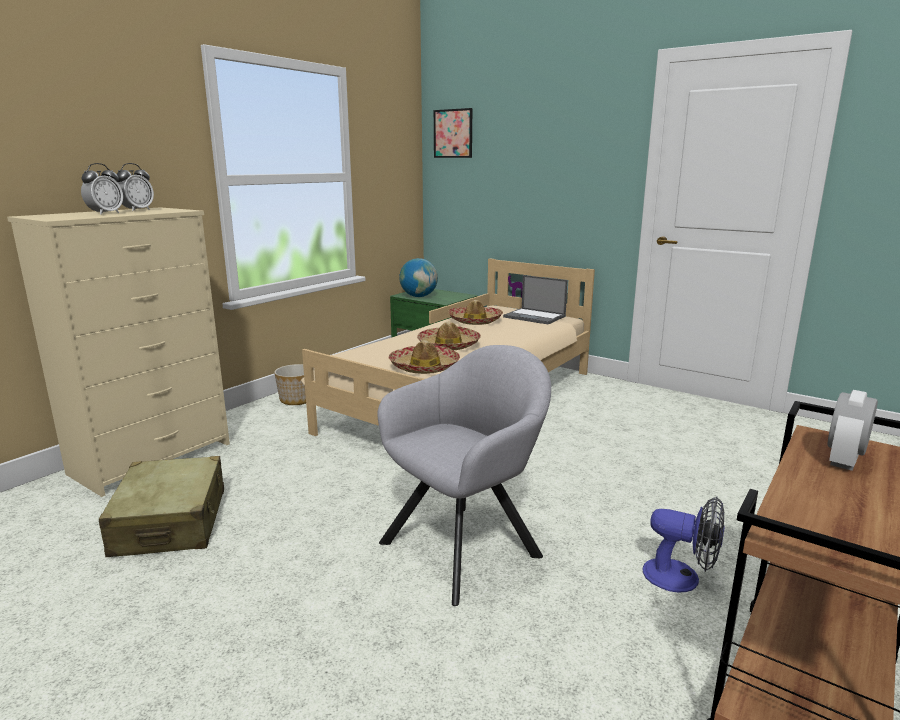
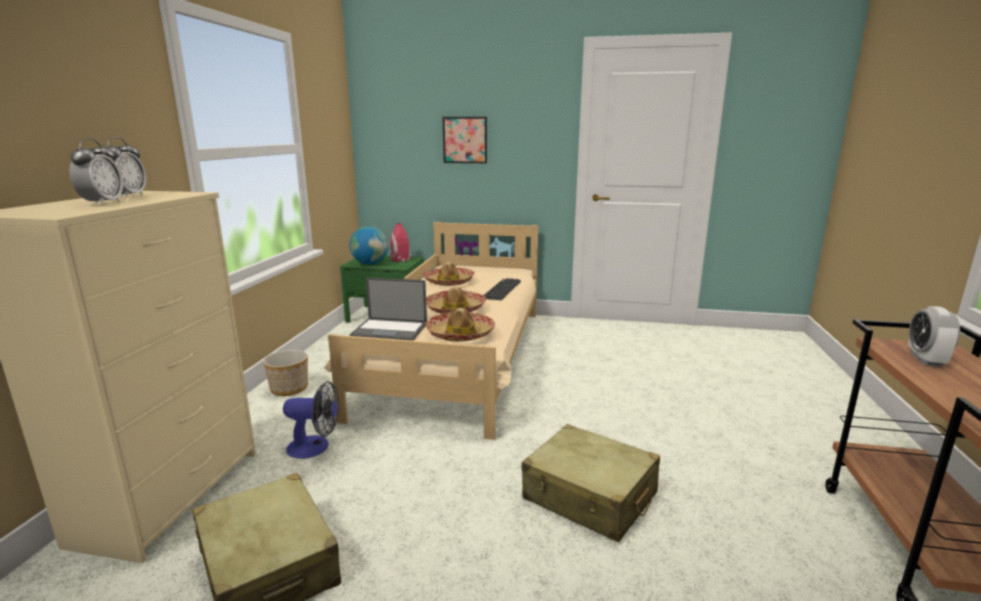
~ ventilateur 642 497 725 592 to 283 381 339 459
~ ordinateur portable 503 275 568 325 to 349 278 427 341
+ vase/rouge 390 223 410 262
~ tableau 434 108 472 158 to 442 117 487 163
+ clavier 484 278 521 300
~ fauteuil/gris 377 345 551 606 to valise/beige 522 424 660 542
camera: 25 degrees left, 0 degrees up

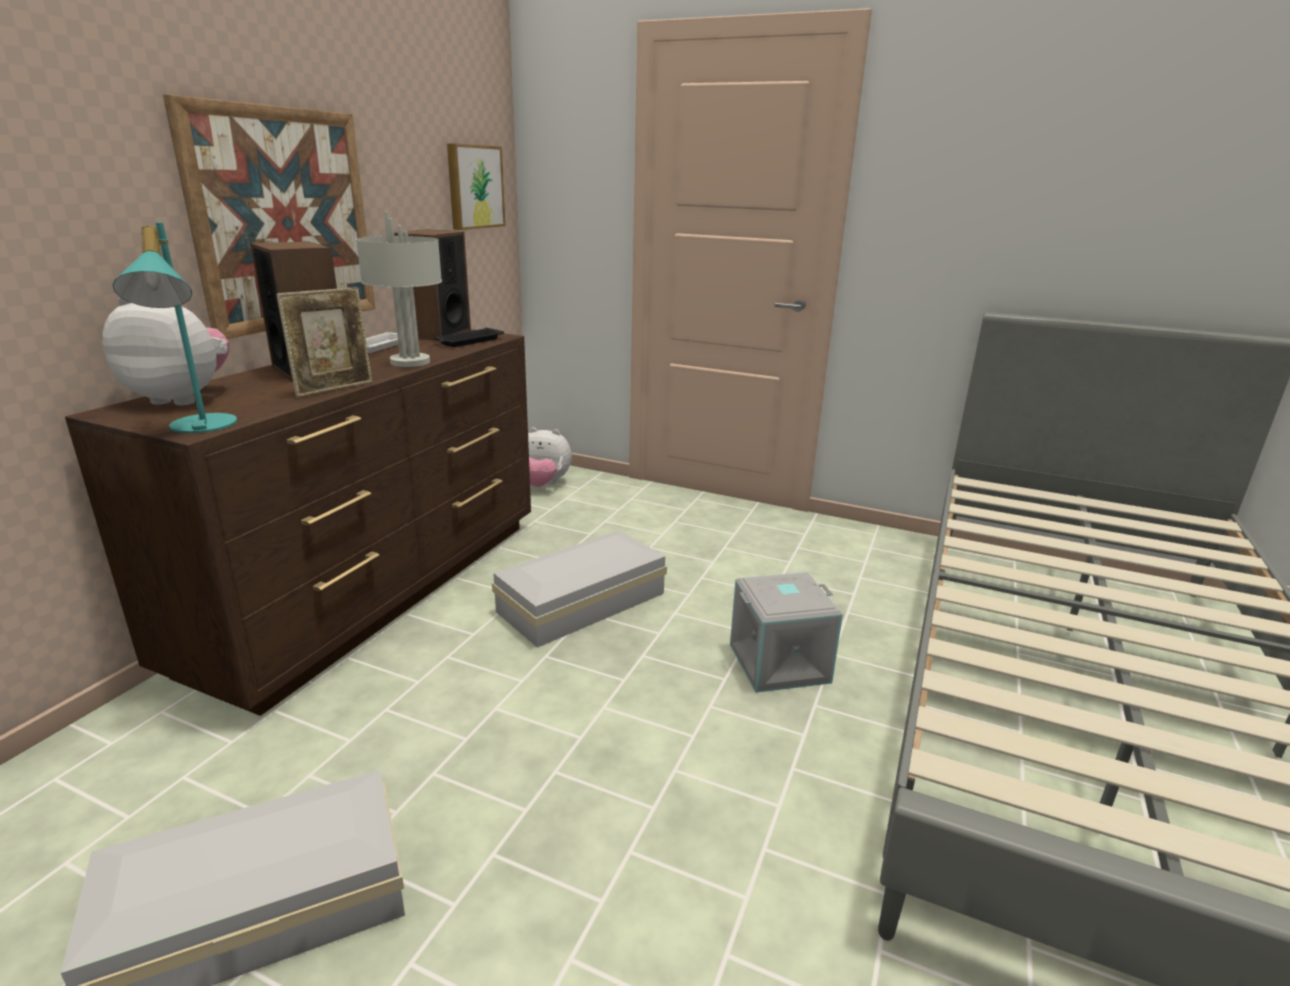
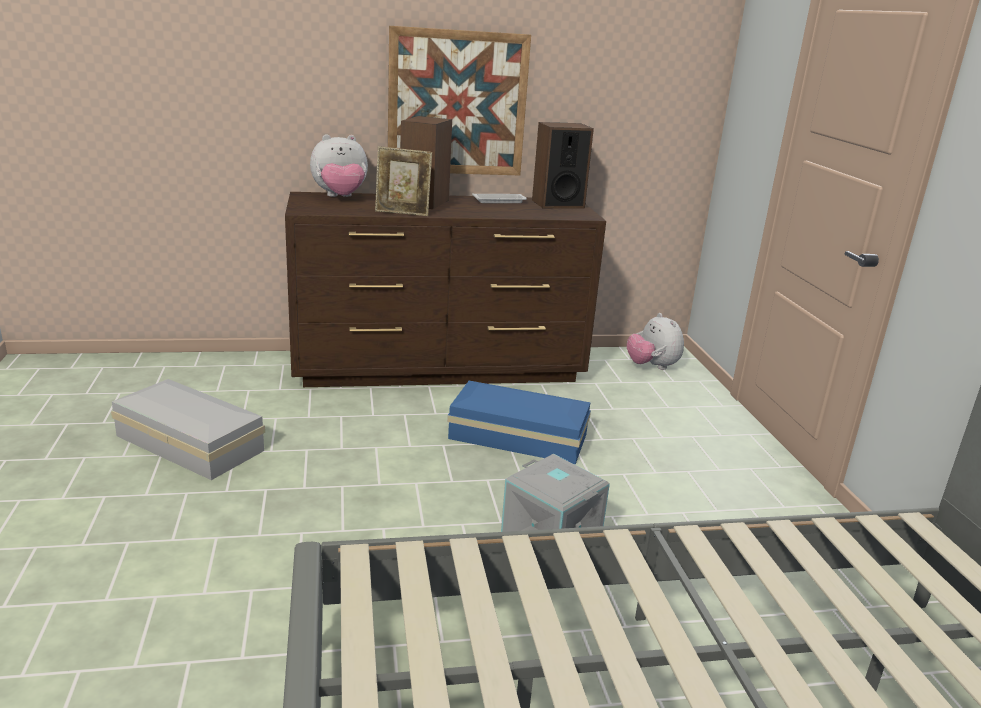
~ peluche 102 297 230 405 = 310 134 368 197 105 degrees clockwise
~ boîte de rangement/blanc 492 530 667 648 to boîte de rangement/bleu 447 381 591 464
- lampe de table/turquoise 112 222 237 433
- lampe de table/gris 356 211 442 367
- plateau/noir 434 328 504 347
- tableau 447 143 505 230
camera: 55 degrees right, 0 degrees up

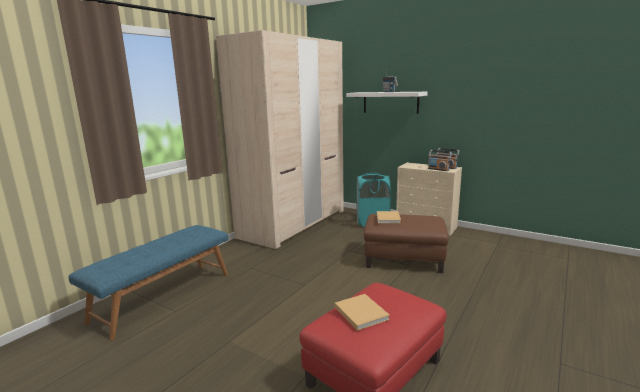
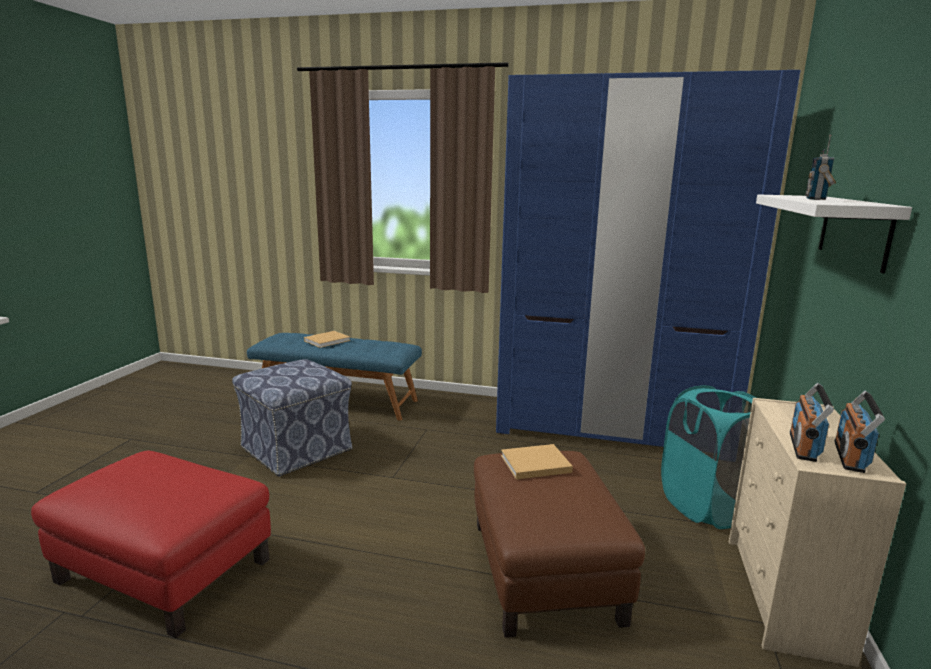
+ pouf 232 359 353 477
~ livre/beige 335 294 390 331 to 304 331 351 348
~ armoire/beige 216 30 344 249 to armoire/bleu 496 70 801 447
camera: 70 degrees right, 0 degrees up

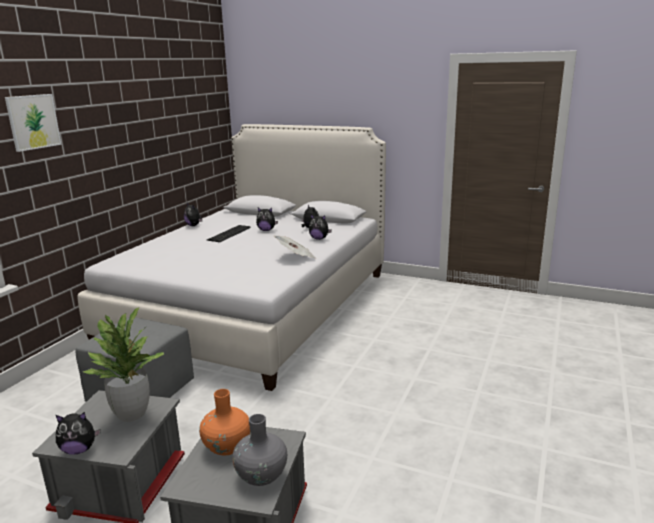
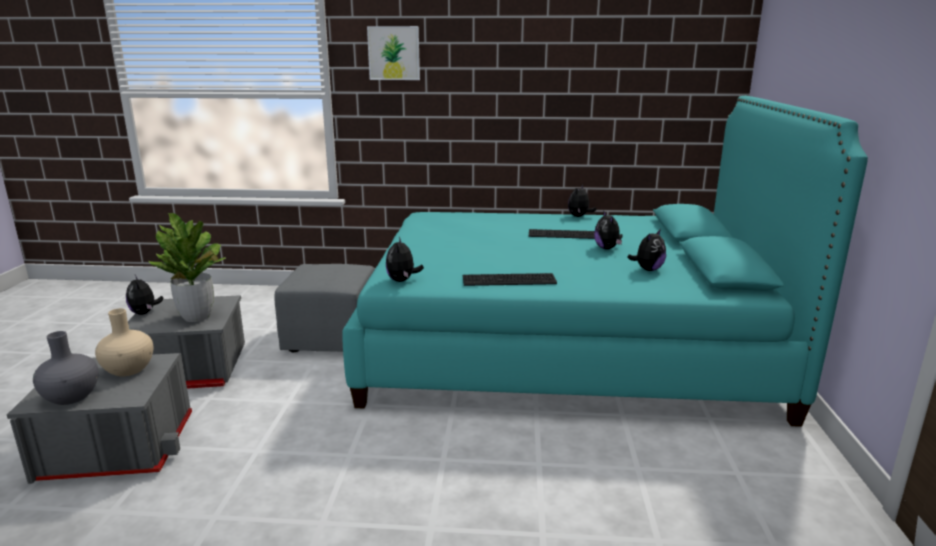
~ vase/orange 199 389 250 456 to vase/beige 95 308 153 377
~ lit/blanc 77 124 386 391 to lit/turquoise 342 96 868 427
~ peluche 309 215 332 240 to 386 237 424 282
~ journal 274 236 316 258 to clavier 463 273 557 286
camera: 70 degrees right, 0 degrees up

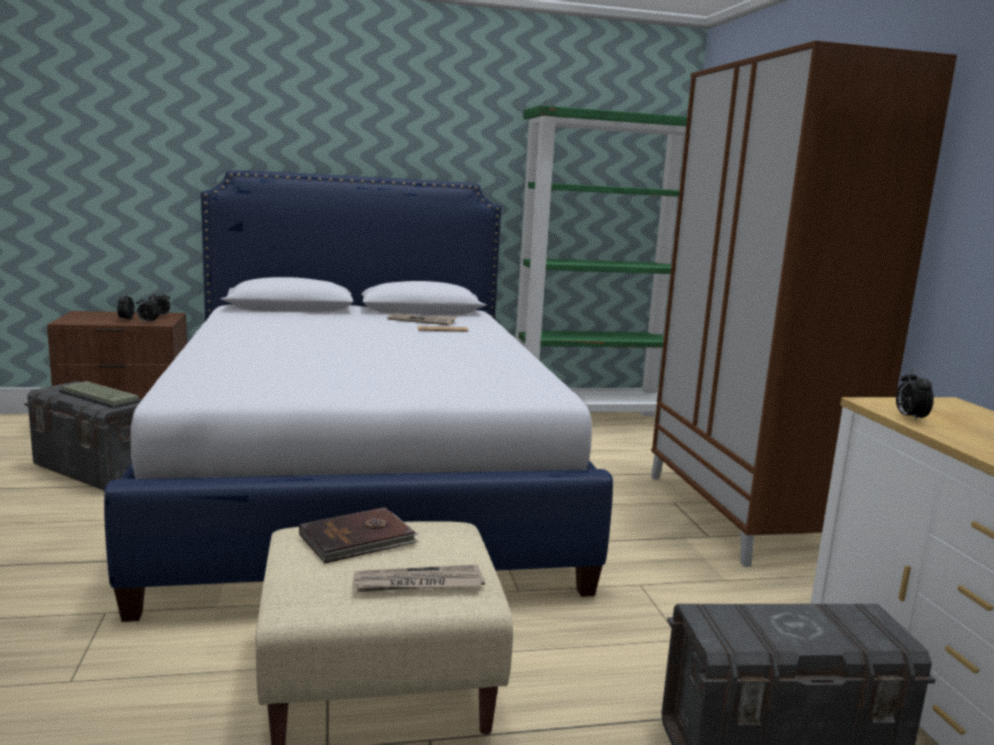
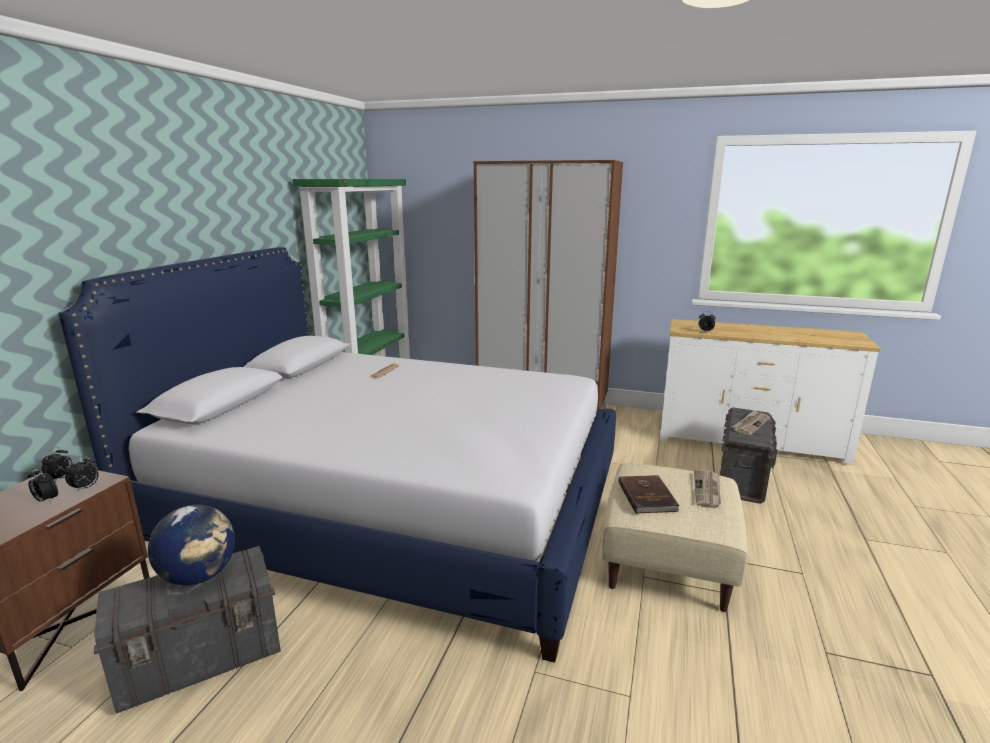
~ clavier 59 381 142 409 to globe 148 505 235 585
~ journal 387 313 458 326 to 732 410 770 435
camera: 60 degrees left, 5 degrees up

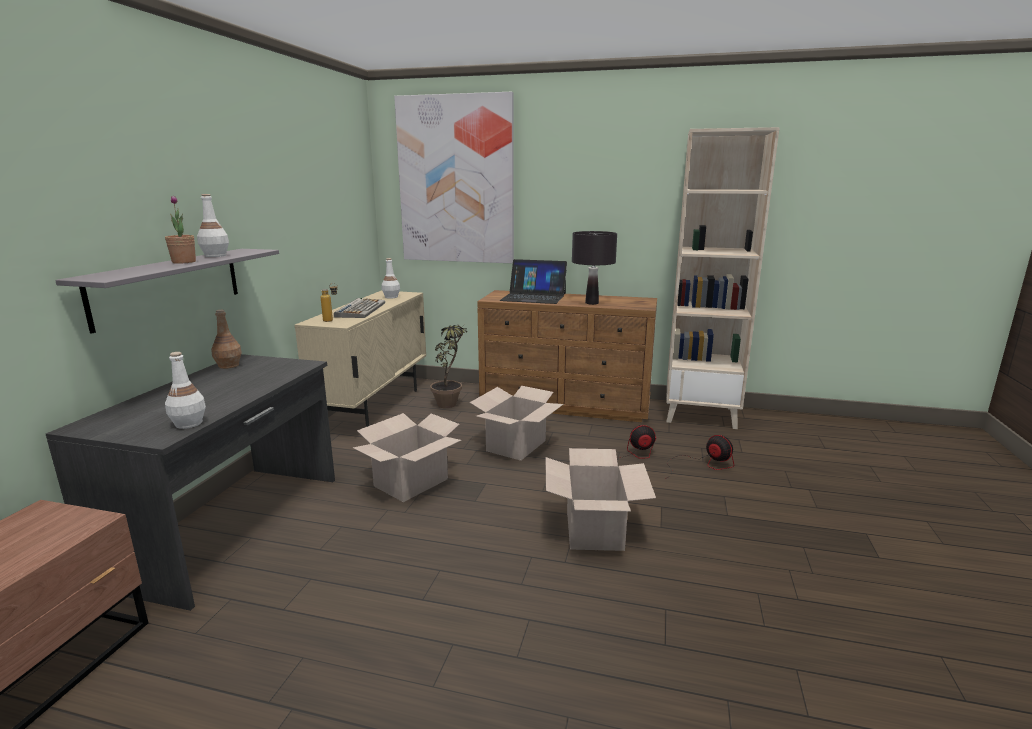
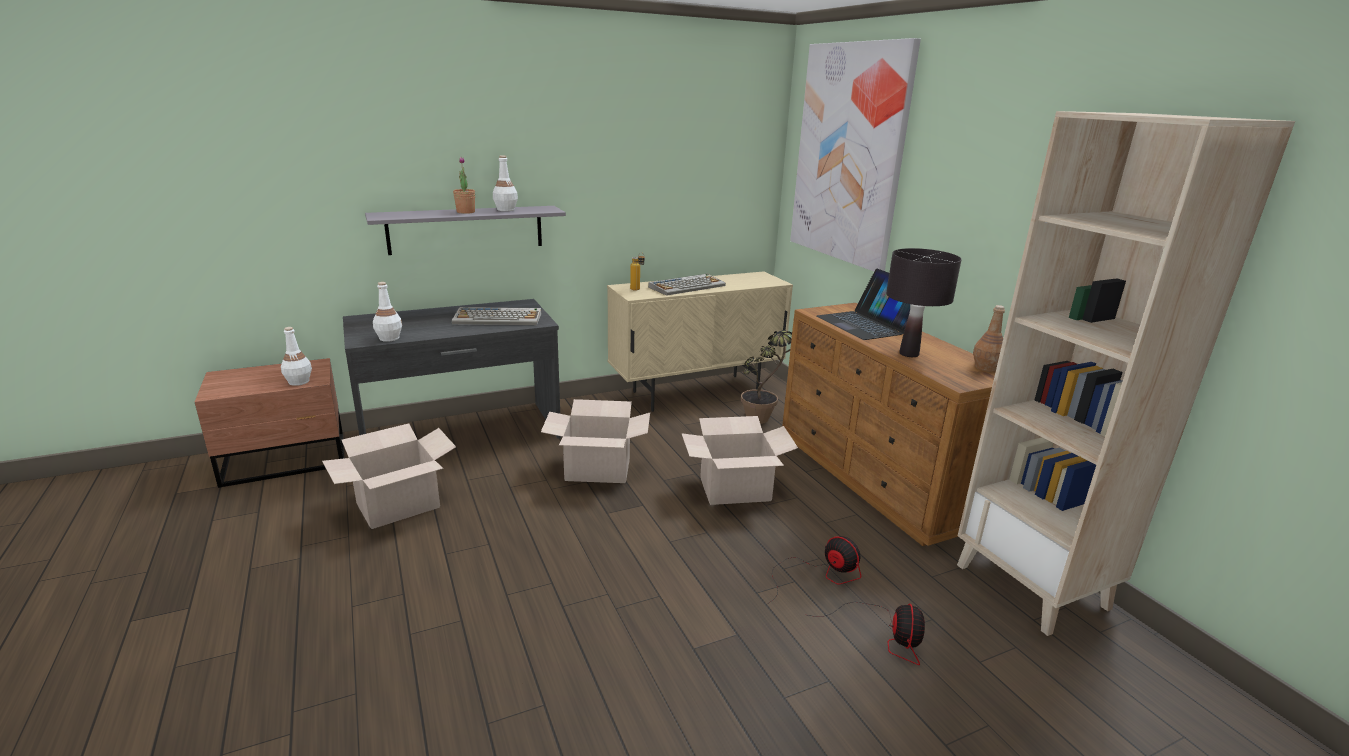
~ bouteille/blanc 382 258 400 299 to 281 327 312 386
~ carton 546 448 656 551 to 322 423 456 529
+ clavier 452 307 542 325
~ bouteille/marron 211 310 242 369 to 973 305 1005 372
camera: 50 degrees right, 5 degrees up

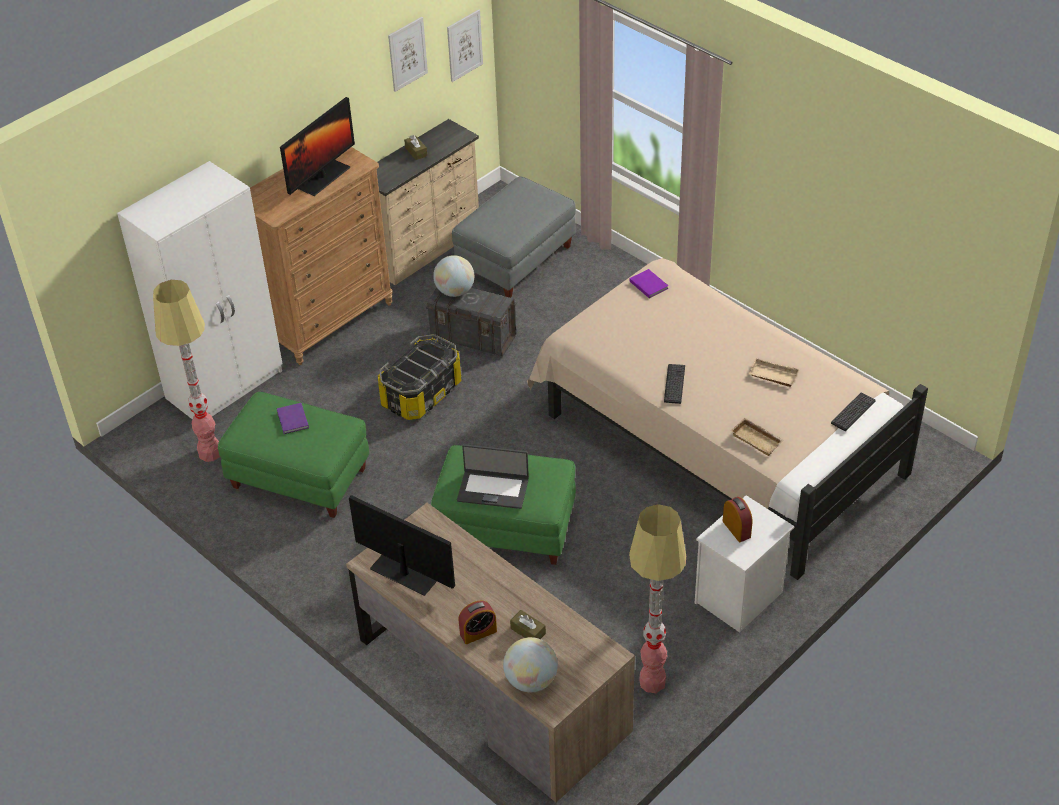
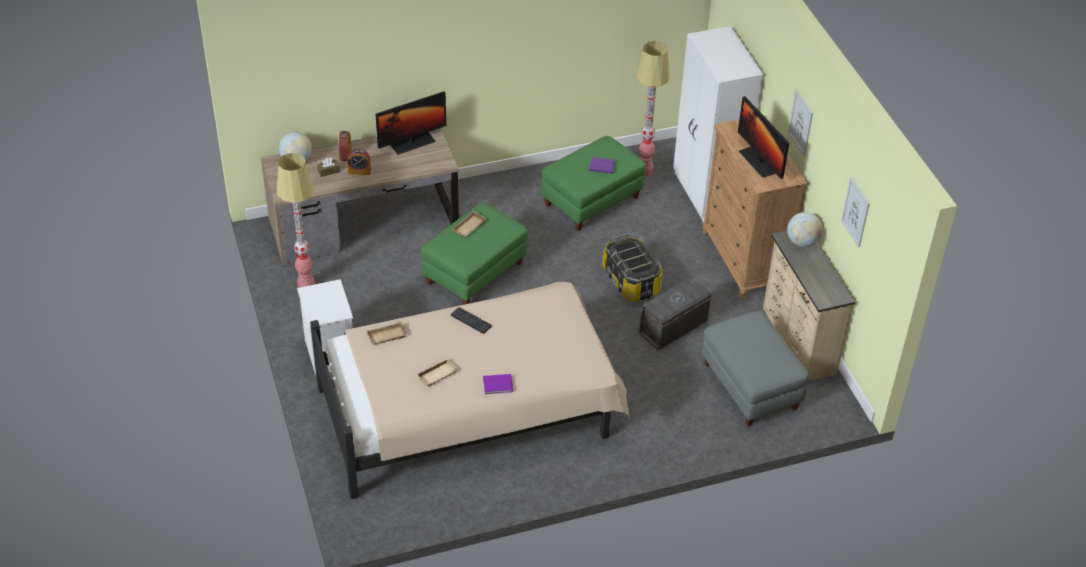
~ réveil 723 497 753 542 to 347 149 371 175
~ ordinateur portable 457 444 529 509 to plateau/beige 452 211 487 237
~ livre/violet 629 269 668 298 to 483 374 513 394
~ globe 433 255 474 297 to 787 212 822 247
~ tableau 447 9 483 82 to 788 89 813 156
- boîte à mouchoirs/marron 404 135 427 160
- clavier 831 393 876 431
camera: 115 degrees right, 0 degrees up

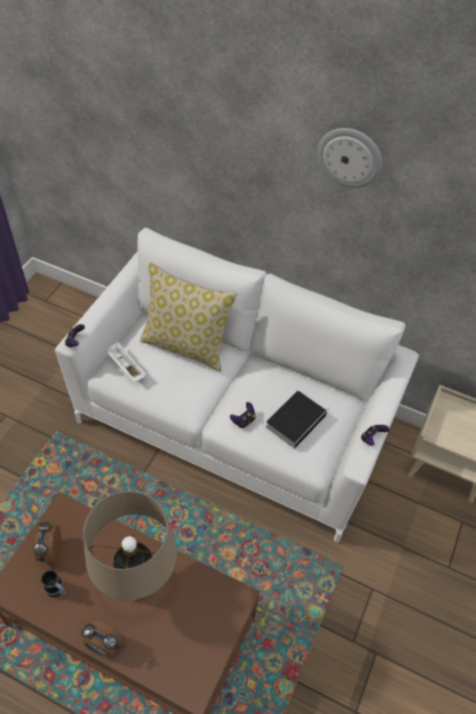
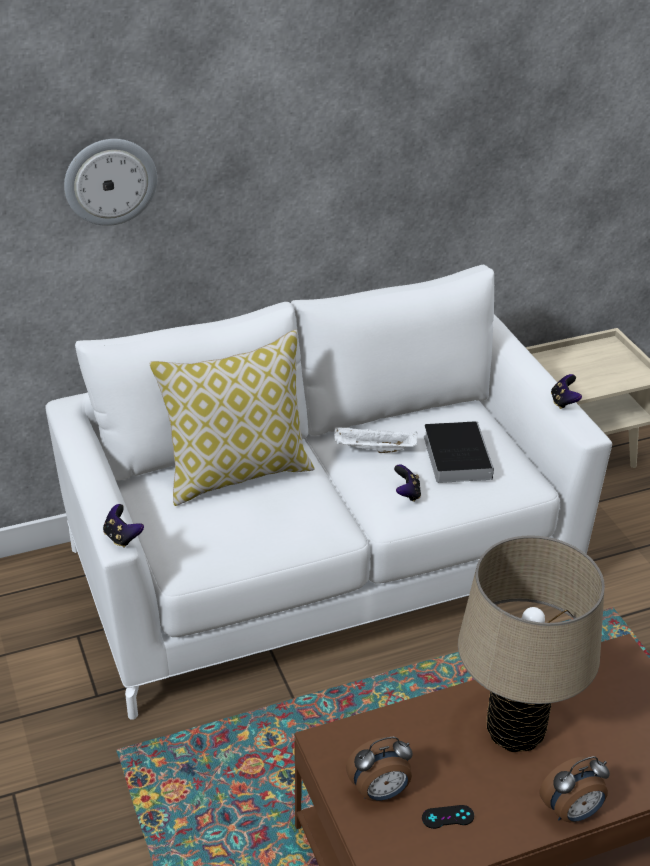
~ horloge murale 317 128 382 188 to 64 139 157 226
~ plateau/blanc 106 342 147 382 to 334 427 417 453
~ réveil 33 521 61 564 = 346 737 413 801 60 degrees counterclockwise
~ mug 41 570 66 597 to manette/noir 422 805 474 829
camera: 45 degrees left, 15 degrees down

